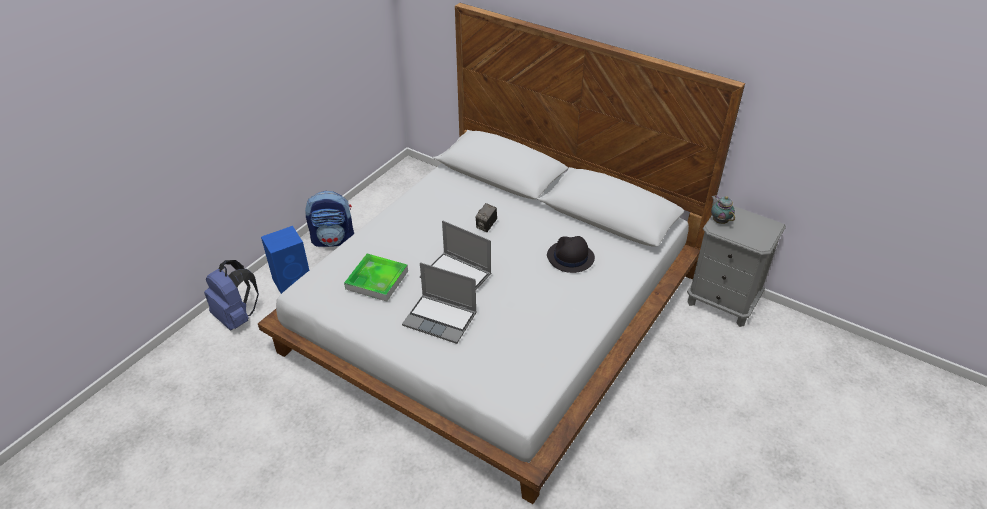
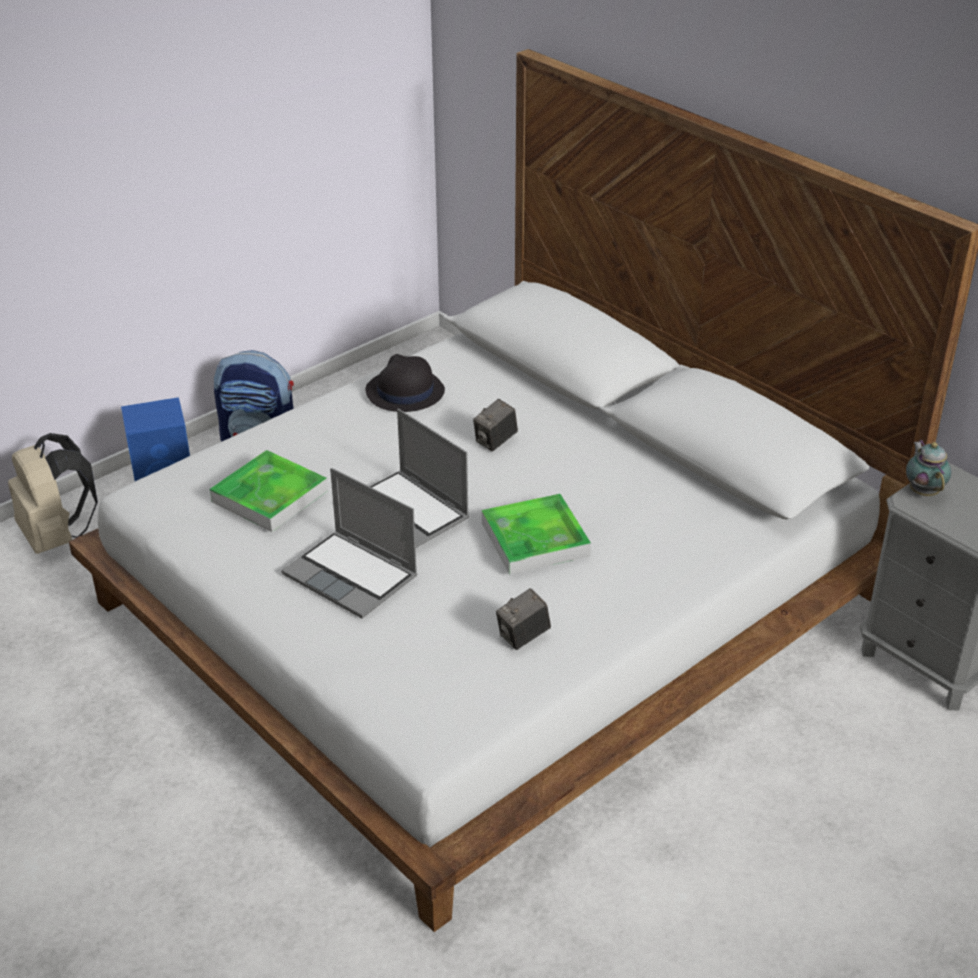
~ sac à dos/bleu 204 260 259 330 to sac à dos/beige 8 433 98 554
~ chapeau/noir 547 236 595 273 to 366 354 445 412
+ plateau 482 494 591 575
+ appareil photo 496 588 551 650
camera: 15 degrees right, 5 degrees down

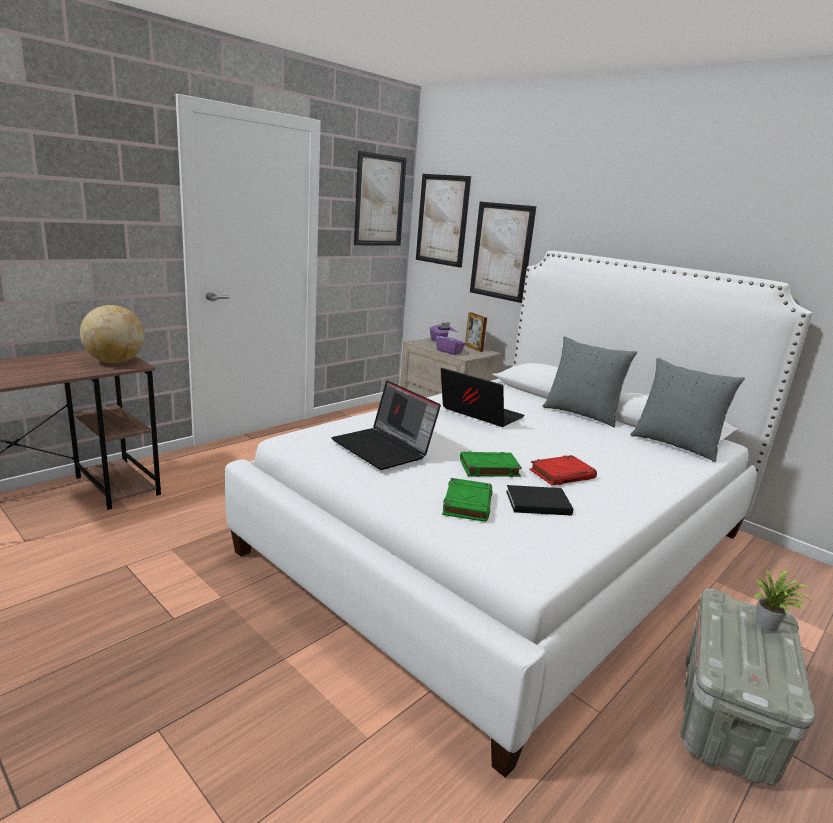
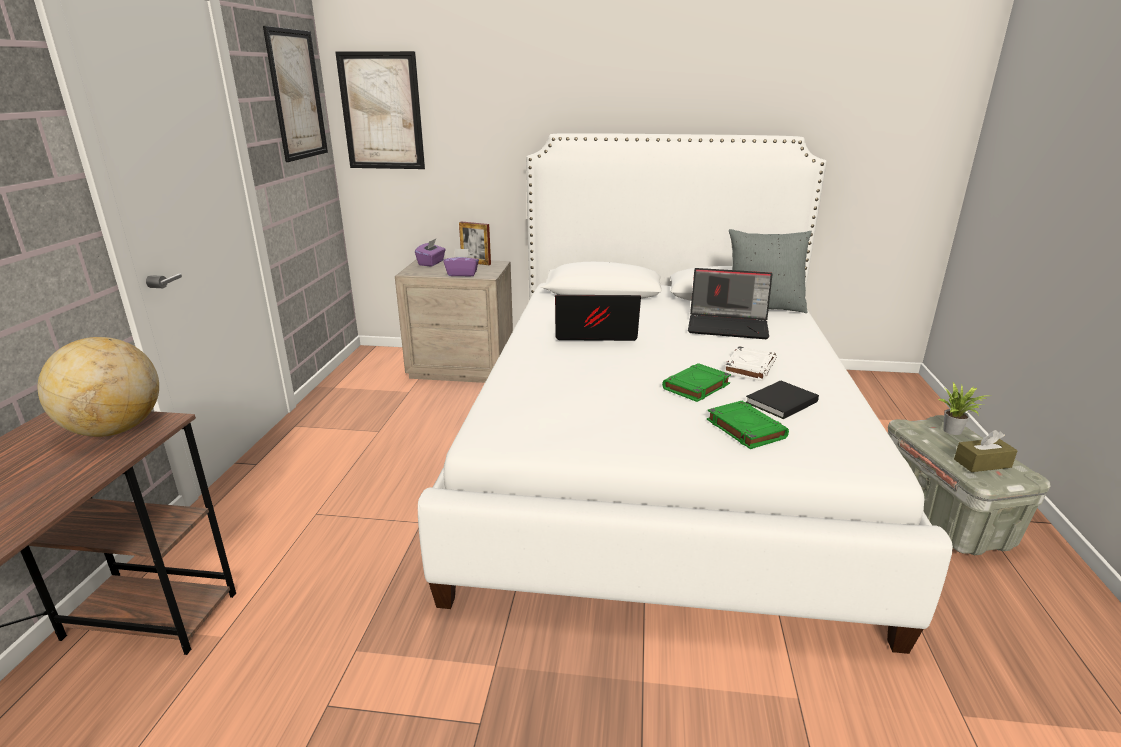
~ ordinateur portable 332 380 441 470 to 688 268 773 339
~ livre/rouge 529 455 597 486 to livre/blanc 725 346 776 381
+ boîte à mouchoirs/marron 954 430 1018 472
- tableau 470 202 537 303
- coussin/gris 543 336 637 427
camera: 35 degrees left, 5 degrees up

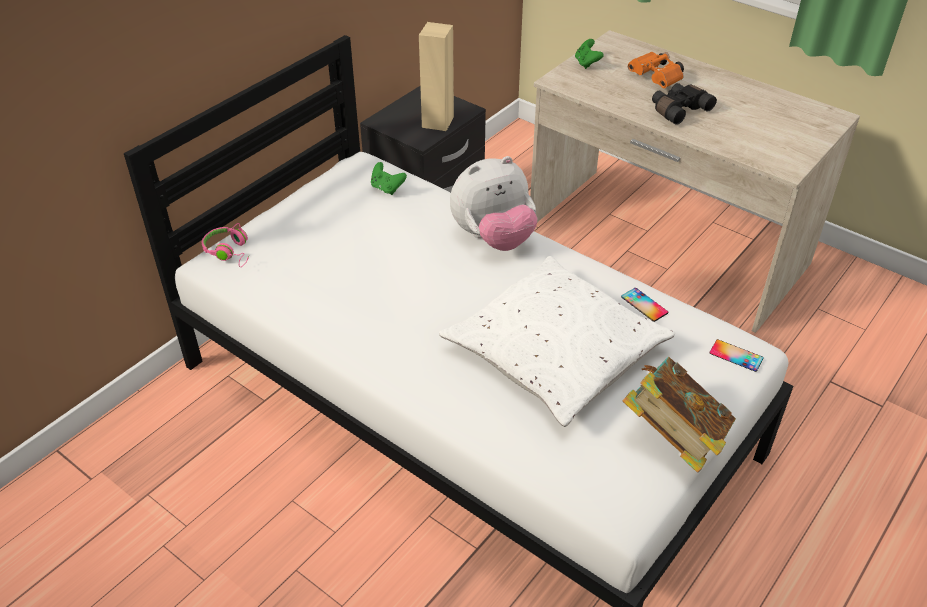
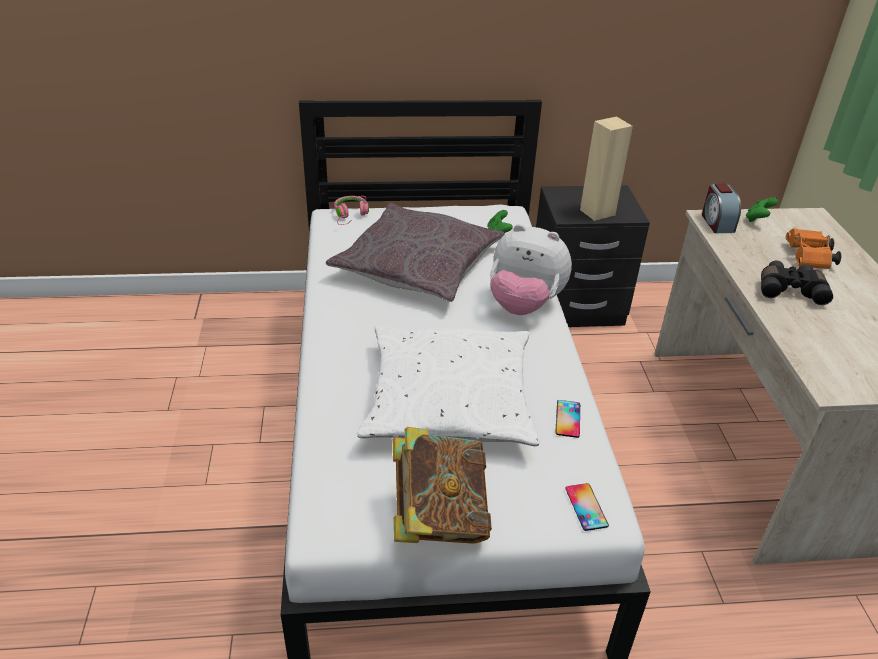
+ coussin/gris 326 203 505 302
+ réveil 702 183 741 233
camera: 45 degrees right, 5 degrees down

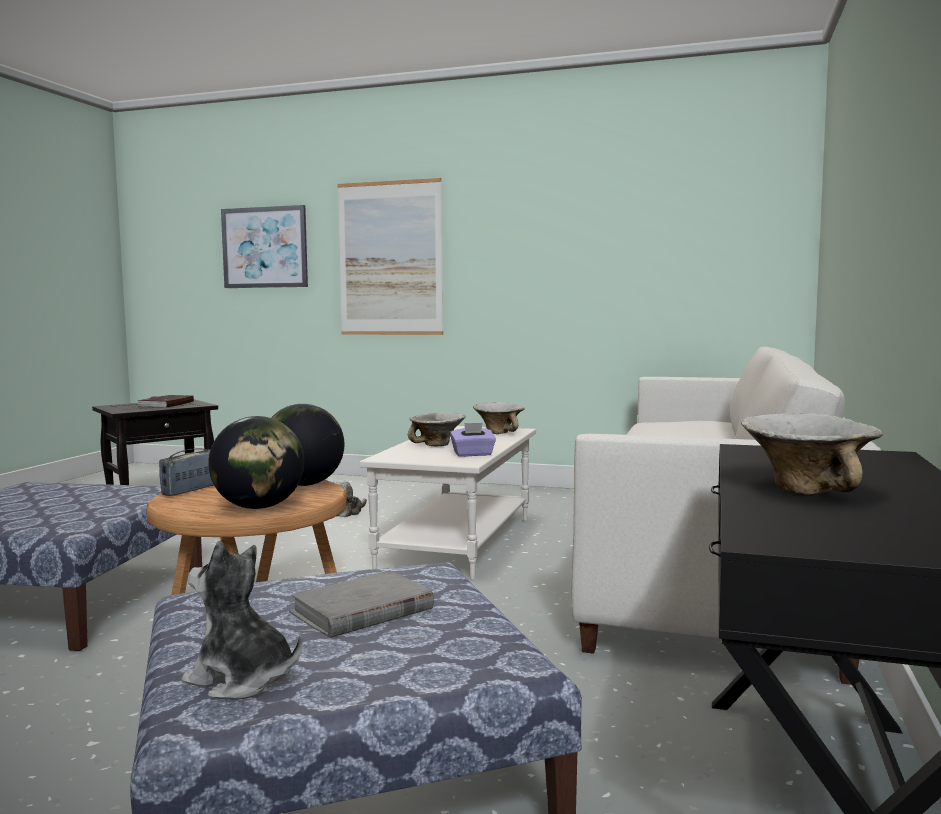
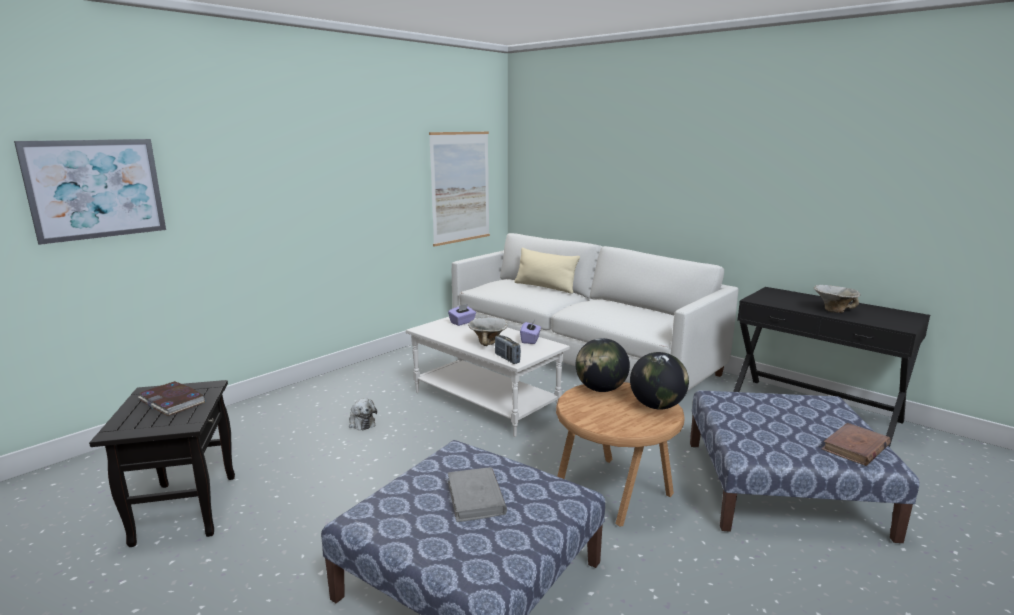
~ tableau 337 178 443 335 to 429 132 490 247
~ bol 473 402 525 434 to boîte à mouchoirs/violet 448 304 476 326
~ livre/gris 289 571 434 638 to 448 467 507 522
~ radio 159 448 214 496 to 495 335 521 364
+ coussin/beige 514 248 580 294
~ peluche 181 541 302 700 to livre/marron 821 423 891 466
camera: 65 degrees left, 10 degrees up

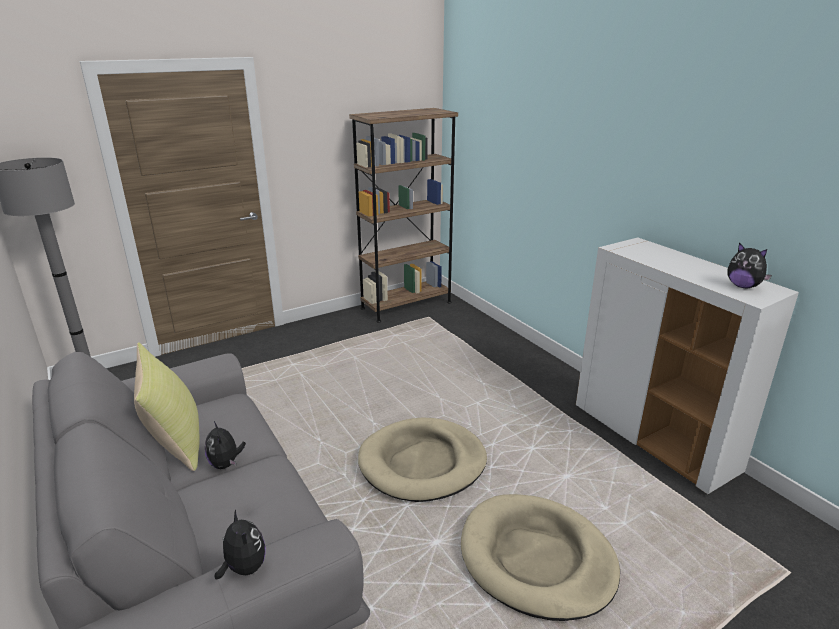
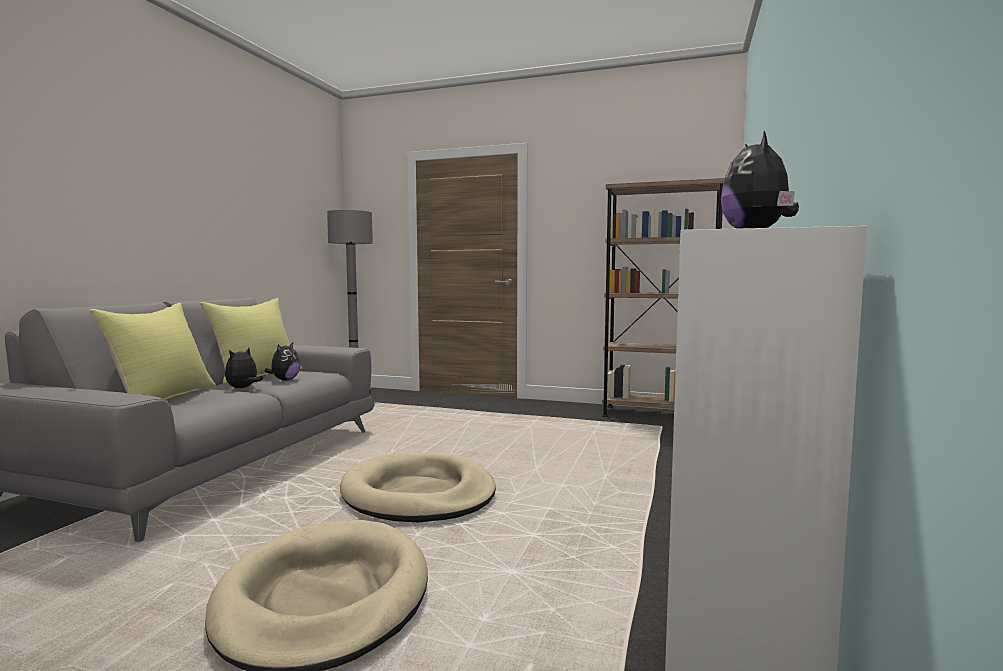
+ coussin/jaune 90 303 216 400
~ peluche 215 510 266 579 to 265 342 300 381
camera: 50 degrees right, 20 degrees down

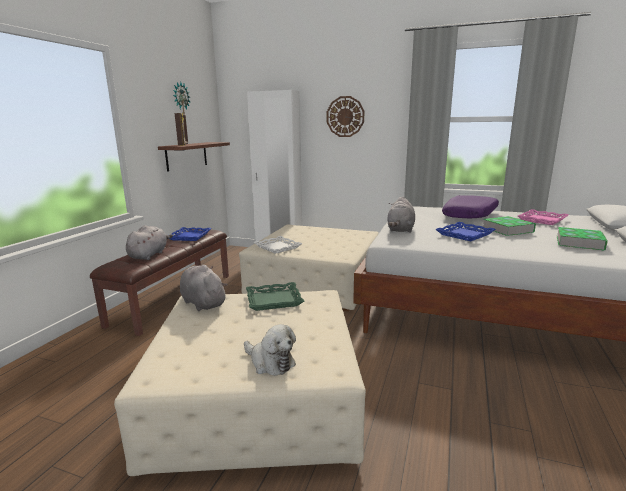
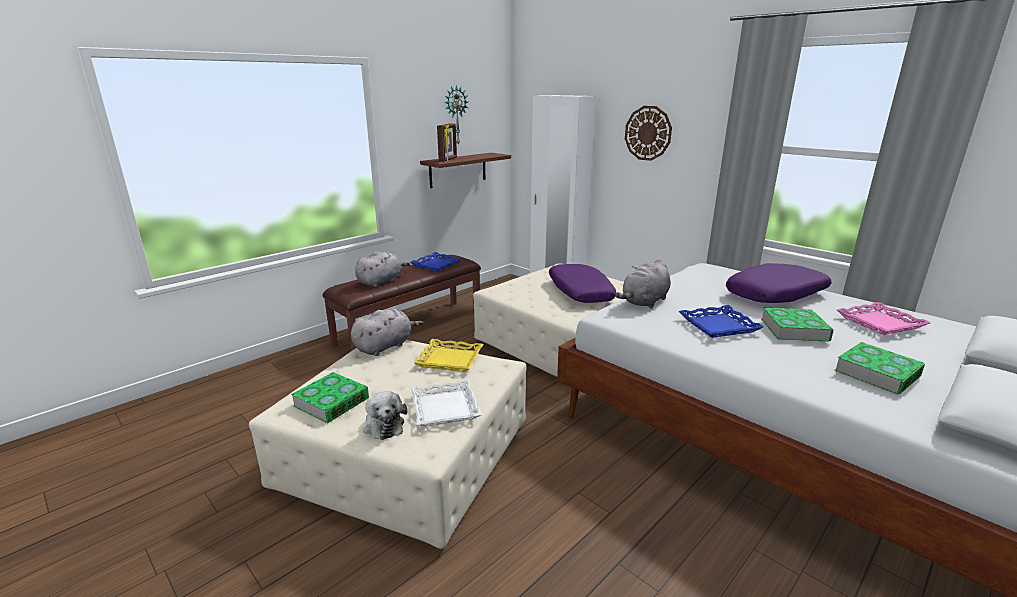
+ livre 291 372 369 423
~ peluche/gris 180 265 228 311 = 351 309 423 356 60 degrees clockwise
~ plateau/blanc 254 236 302 254 to 411 380 482 427
~ plateau/vert 246 282 304 311 to plateau/jaune 413 339 483 372
+ coussin/violet 549 264 616 303
camera: 25 degrees right, 5 degrees up

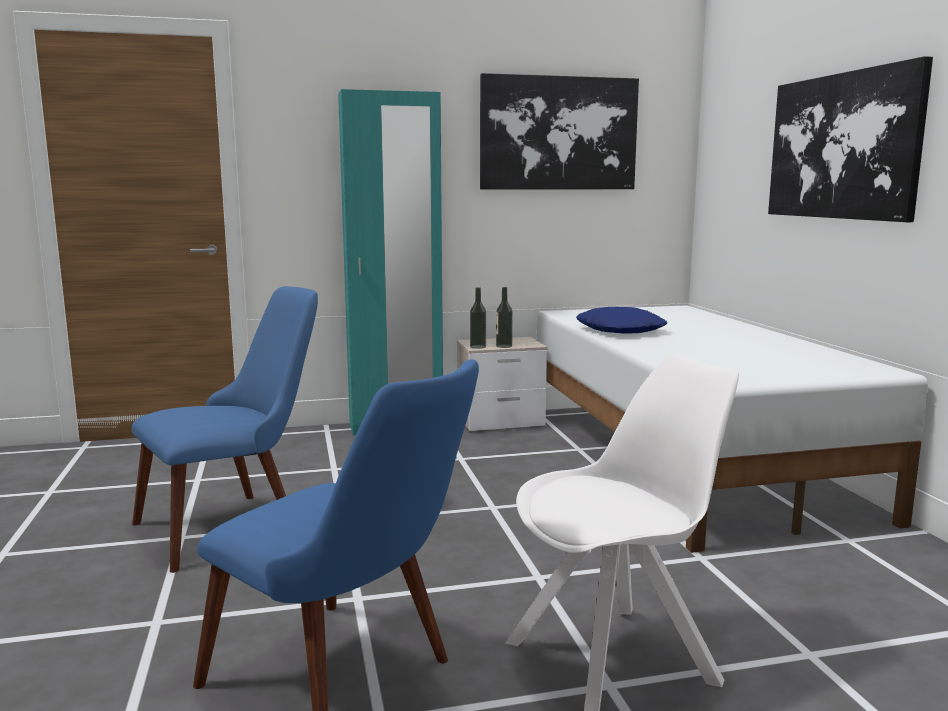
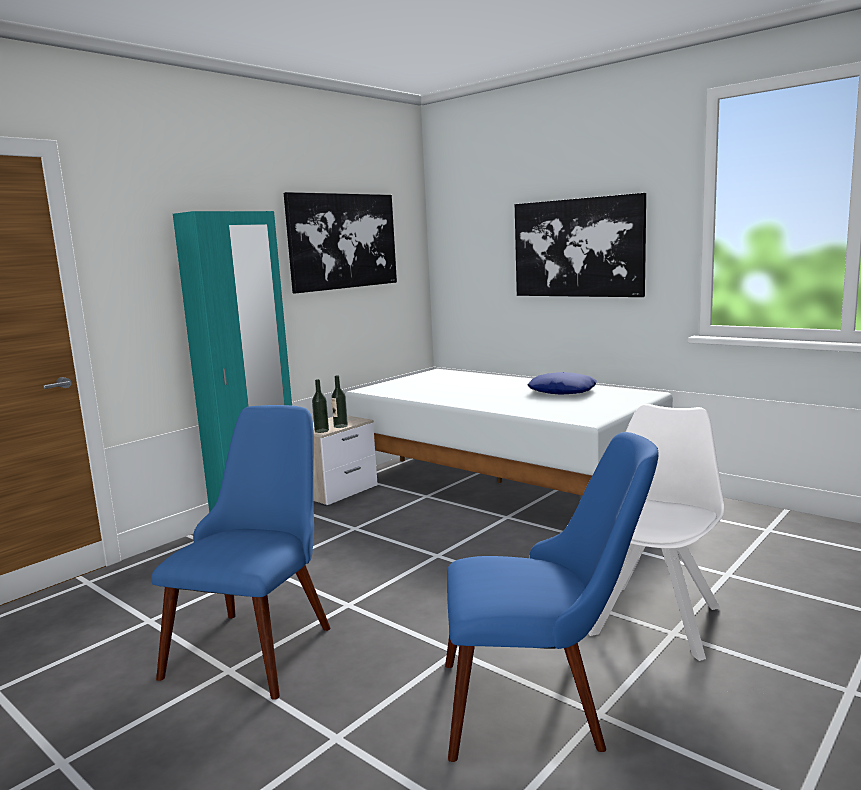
~ coussin/bleu 576 307 667 334 to 528 372 597 395
camera: 35 degrees left, 0 degrees up

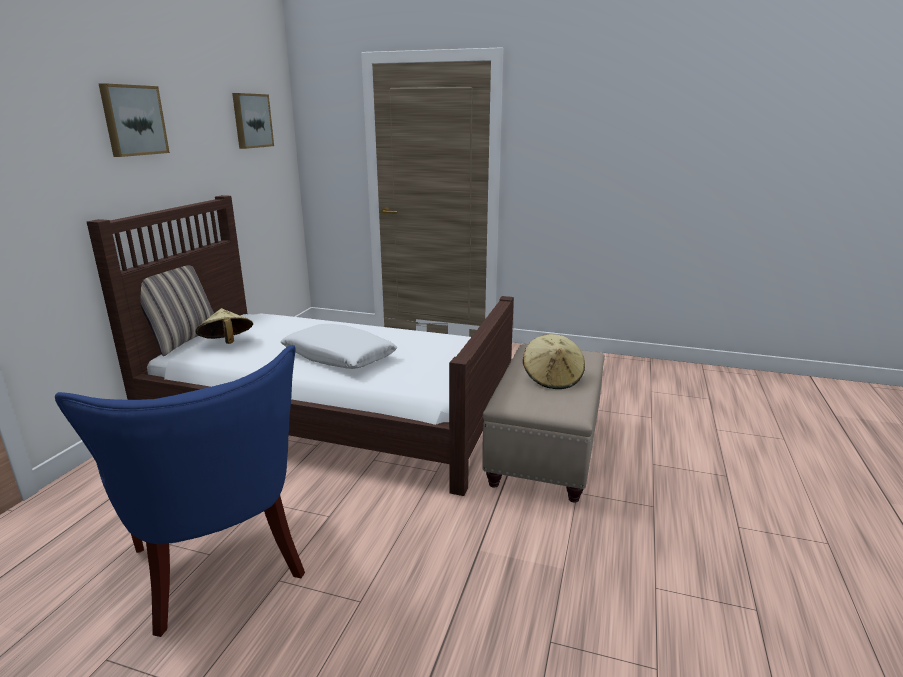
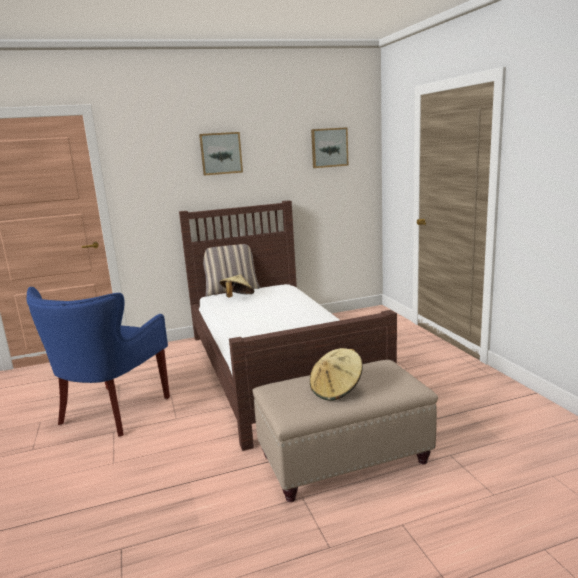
- coussin/blanc 281 324 398 369
camera: 55 degrees right, 5 degrees down

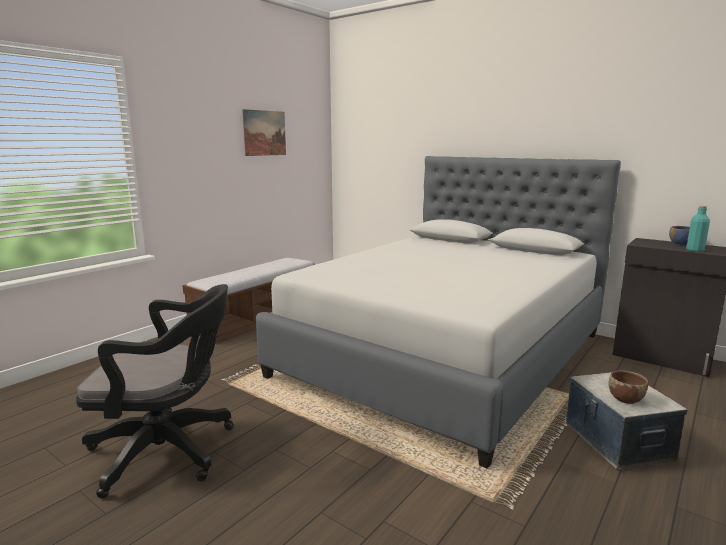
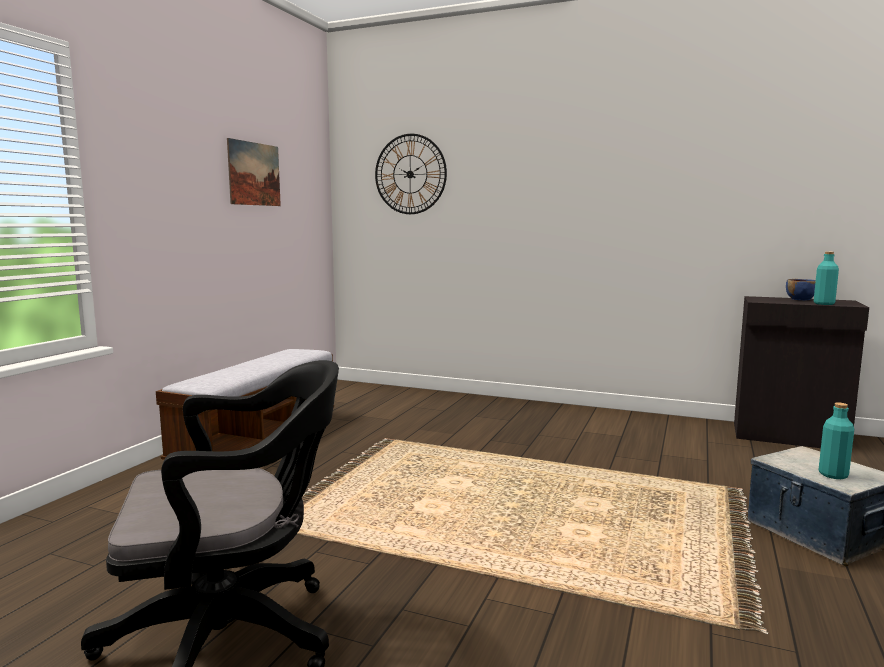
+ horloge murale 375 134 447 214
~ bol/marron 609 371 648 404 to bouteille/turquoise 818 402 854 479
- lit/gris 256 156 621 469
camera: 15 degrees left, 5 degrees down

